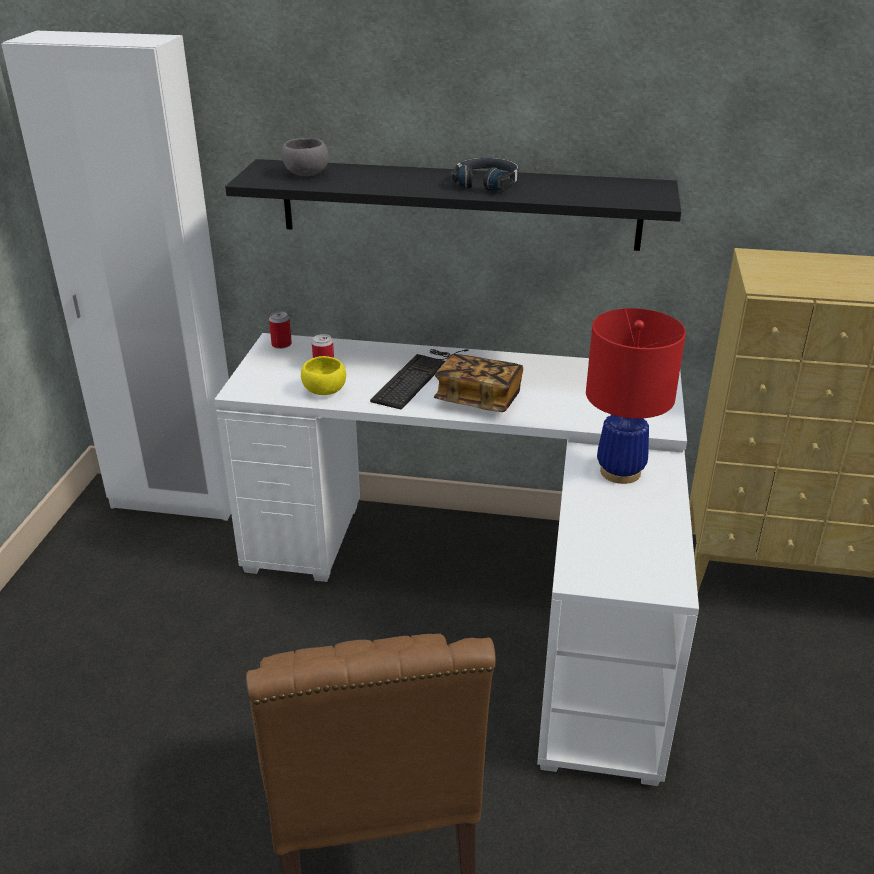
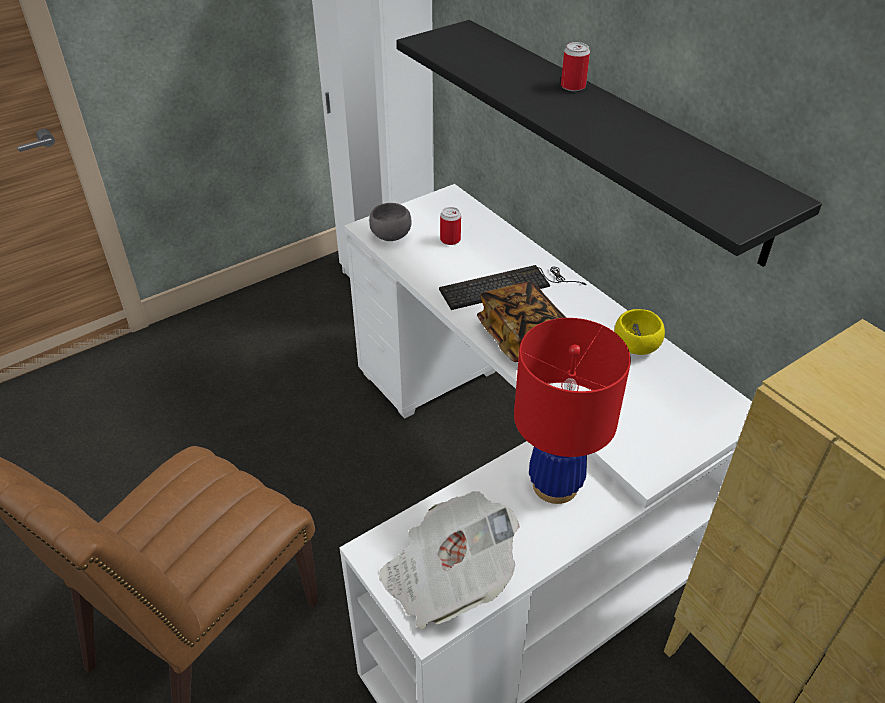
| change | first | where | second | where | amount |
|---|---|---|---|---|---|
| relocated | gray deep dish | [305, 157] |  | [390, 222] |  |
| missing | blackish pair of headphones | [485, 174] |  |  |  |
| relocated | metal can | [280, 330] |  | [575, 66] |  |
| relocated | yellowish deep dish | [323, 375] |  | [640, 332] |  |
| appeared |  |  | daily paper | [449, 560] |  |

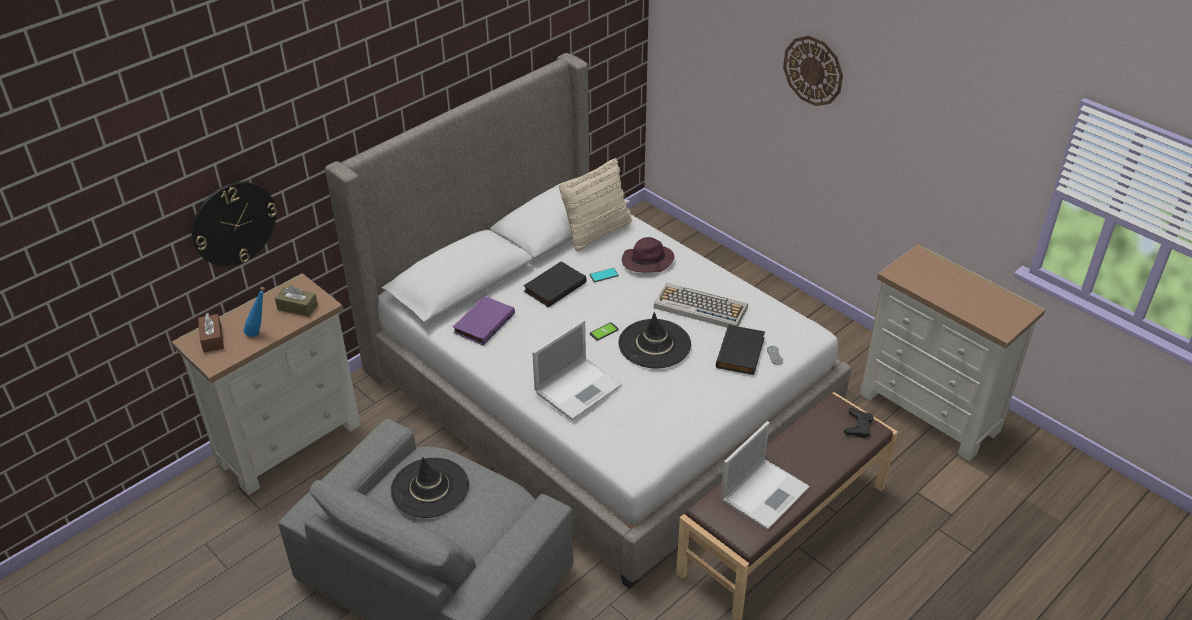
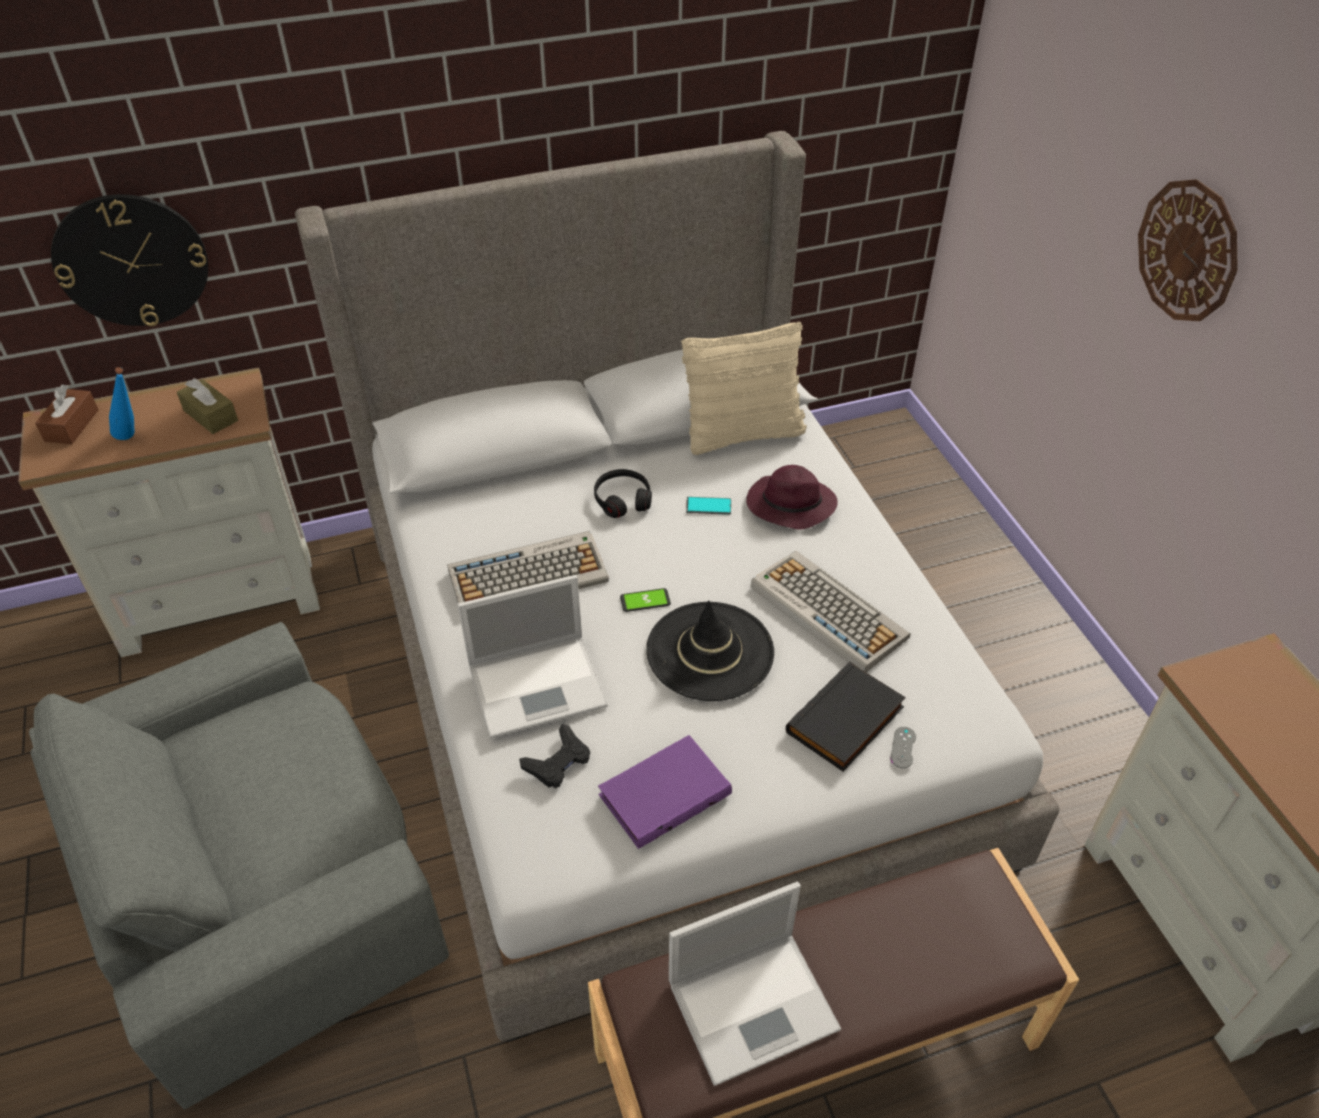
| change | first | where | second | where | amount |
|---|---|---|---|---|---|
| exchanged | blackish bound book | [555, 284] | blackish pair of headphones | [623, 493] |  |
| relocated | purple bound book | [484, 320] |  | [665, 792] |  |
| relocated | blackish game controller | [859, 423] |  | [554, 756] |  |
| missing | blackish clothing hat | [430, 487] |  |  |  |
| appeared |  |  | computer keyboard | [528, 567] |  |

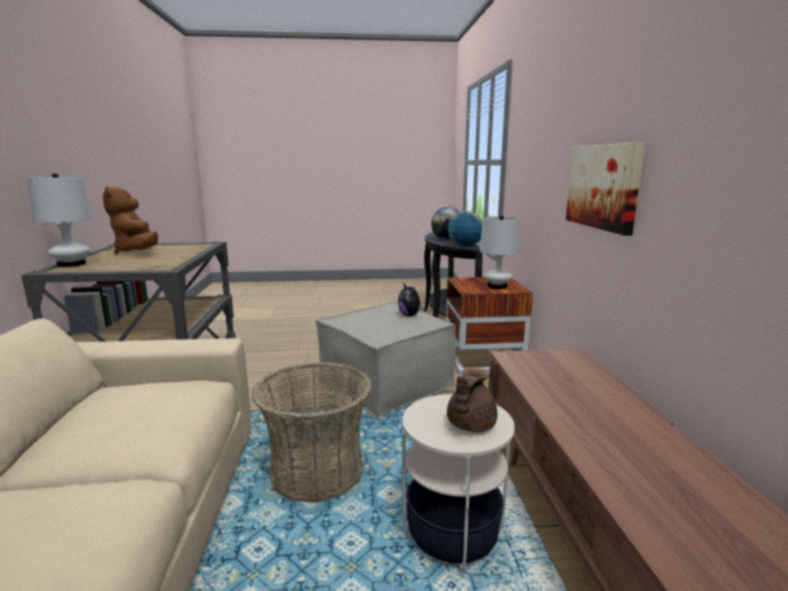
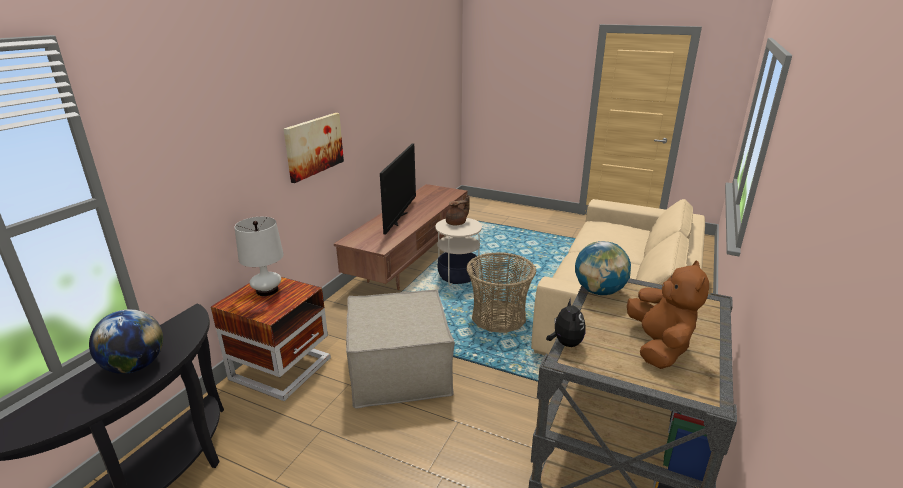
| change | first | where | second | where | amount |
|---|---|---|---|---|---|
| missing | white table lamp | [60, 220] |  |  |  |
| relocated | globe | [465, 229] |  | [603, 268] |  |
| relocated | plush toy | [411, 299] |  | [566, 322] |  |
| appeared |  |  | TV | [398, 189] |  |

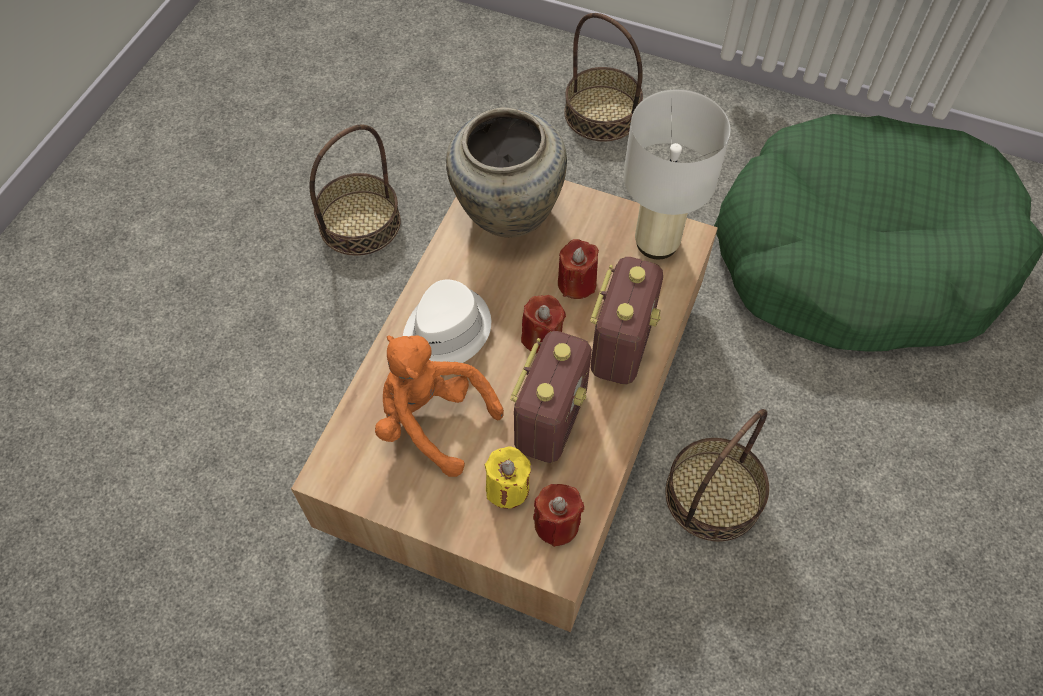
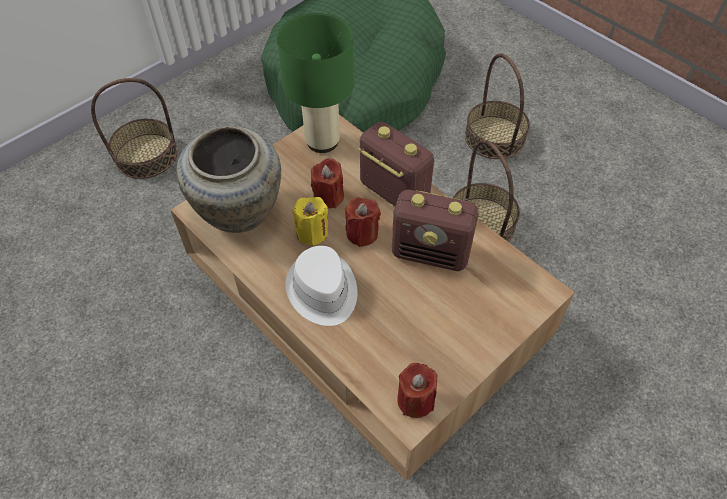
| change | first | where | second | where | amount |
|---|---|---|---|---|---|
| colour | white table lamp | [677, 174] | green-coloured table lamp | [315, 83] |  |
| relocated | basket | [355, 190] |  | [497, 106] |  |
| spun | radio set | [551, 397] |  | [435, 230] | 150 degrees clockwise |
| missing | orange-coloured plush toy | [439, 406] |  |  |  |
| relocated | yellowish wax light | [508, 477] |  | [310, 221] |  |
| relocated | reddish wax light | [558, 515] |  | [417, 390] |  |

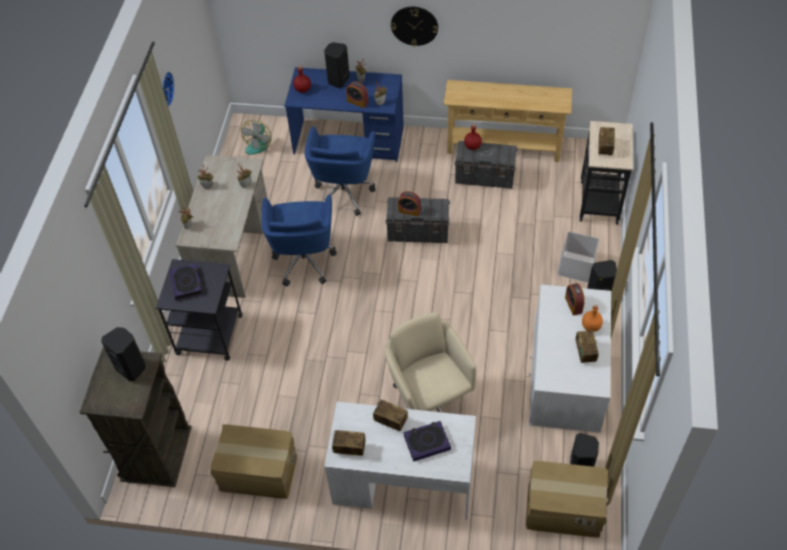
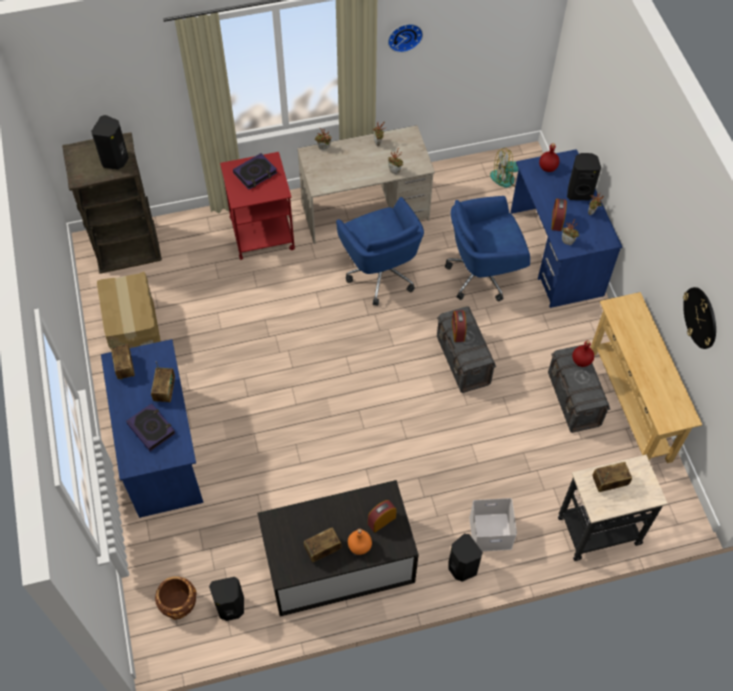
| change | first | where | second | where | amount |
|---|---|---|---|---|---|
| relocated | wall clock | [414, 26] |  | [699, 318] |  |
| spun | bluish office chair | [299, 240] |  | [380, 251] | 90 degrees counterclockwise |
| colour | blackish cart | [199, 310] | reddish cart | [257, 206] |  |
| colour | white cupboard | [570, 359] | blackish cupboard | [337, 548] |  |
| missing | beige office chair | [430, 362] |  |  |  |
| colour | white desk unit | [400, 461] | bluish desk unit | [152, 428] |  |
| exchanged | carton | [567, 499] | brown flower pot | [176, 598] |  |

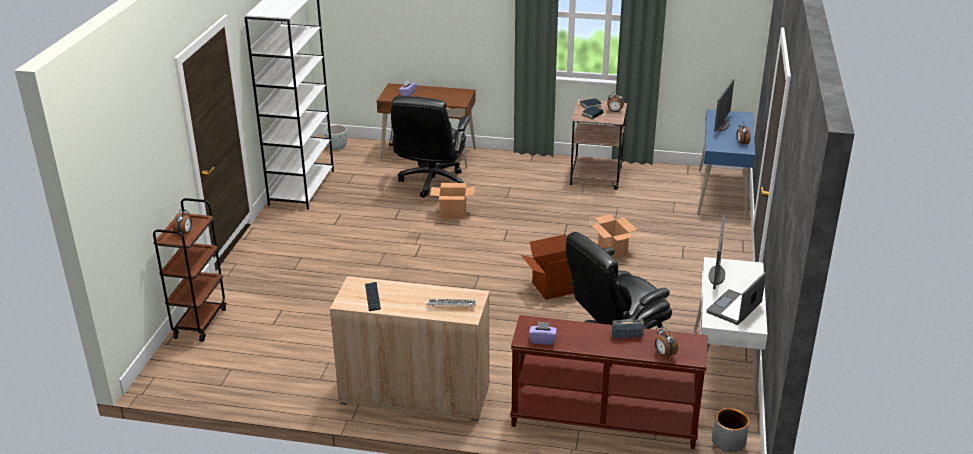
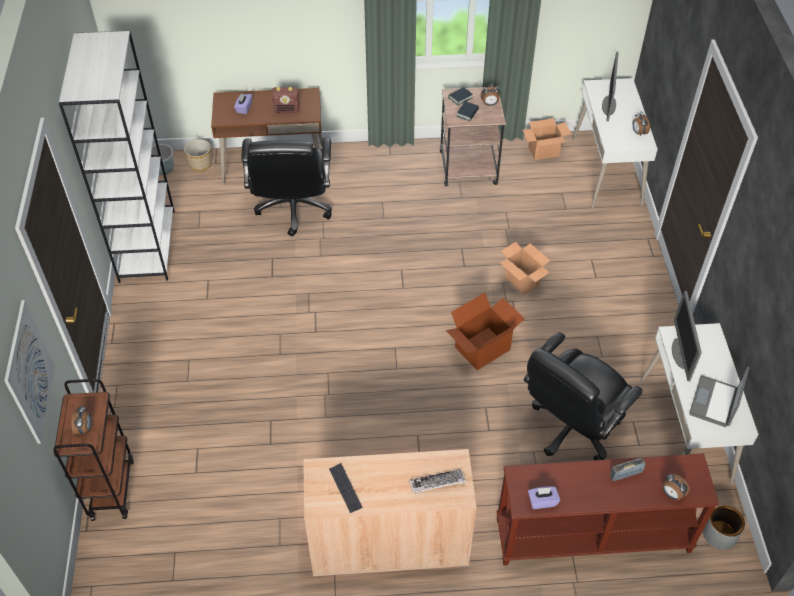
| change | first | where | second | where | amount |
|---|---|---|---|---|---|
| colour | bluish desk unit | [726, 164] | white desk unit | [615, 143] |  |
| relocated | carton | [452, 201] |  | [547, 139] |  |
| appeared |  |  | radio set | [285, 100] |  |
| appeared |  |  | flower pot | [198, 155] |  |
| appeared |  |  | wall art | [29, 372] |  |

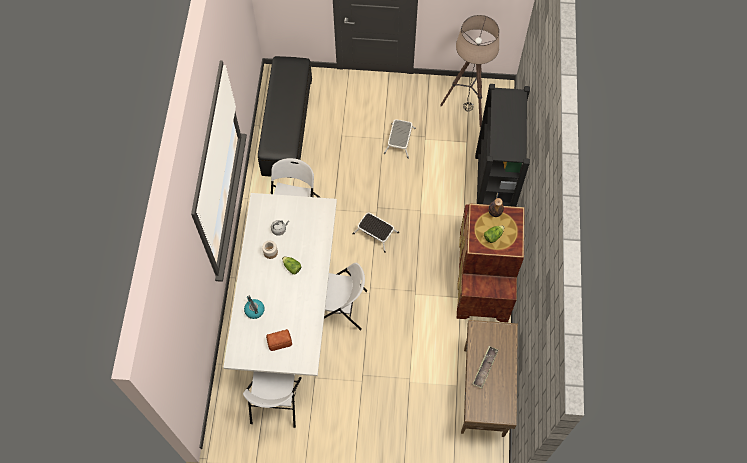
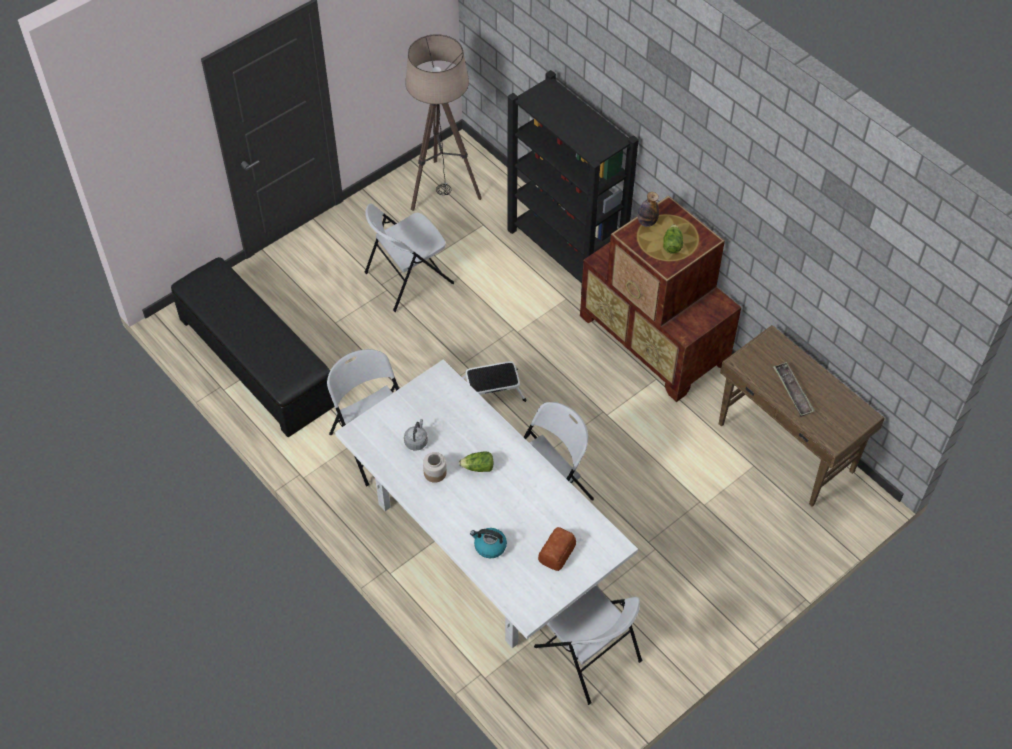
| change | first | where | second | where | amount |
|---|---|---|---|---|---|
| exchanged | gray stepladder | [399, 139] | white upright chair | [409, 257] |  |

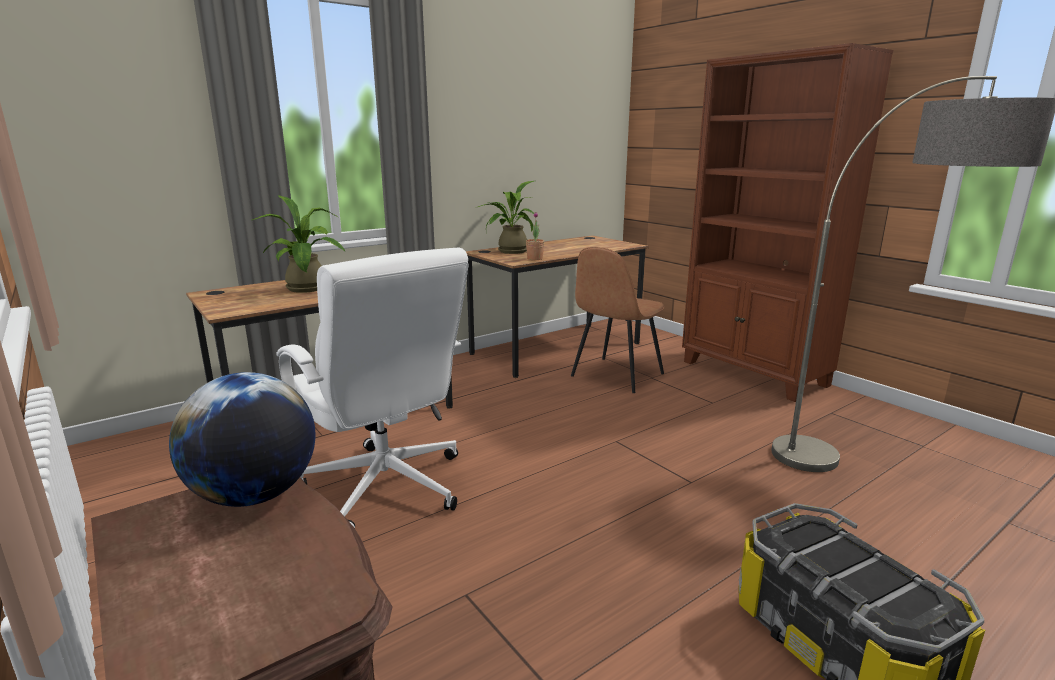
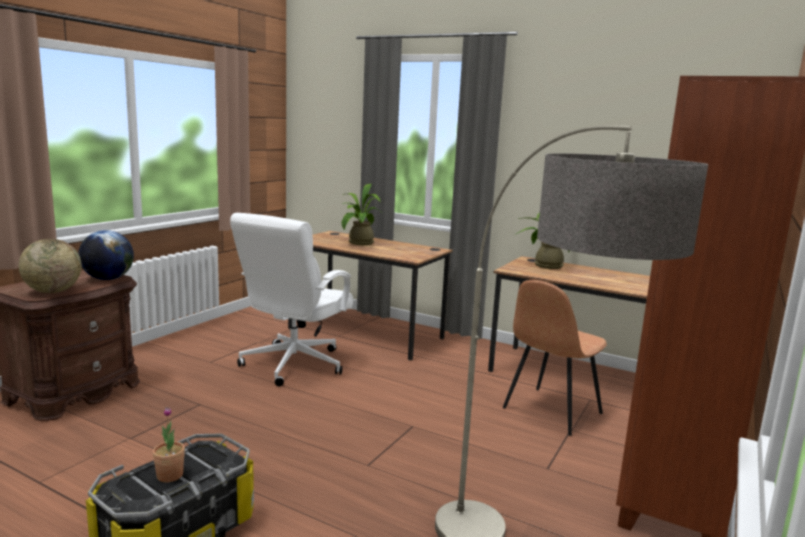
| change | first | where | second | where | amount |
|---|---|---|---|---|---|
| relocated | houseplant | [535, 236] |  | [169, 444] |  |
| spun | brown upright chair | [617, 320] |  | [555, 358] | 60 degrees counterclockwise |
| appeared |  |  | globe | [50, 266] |  |

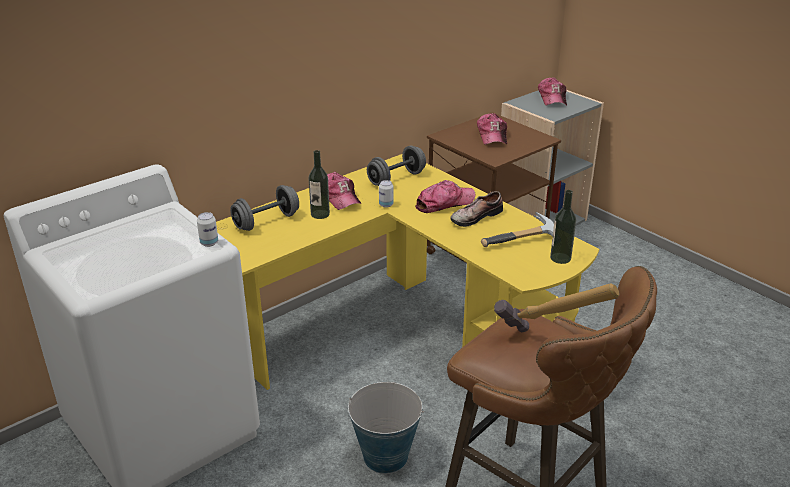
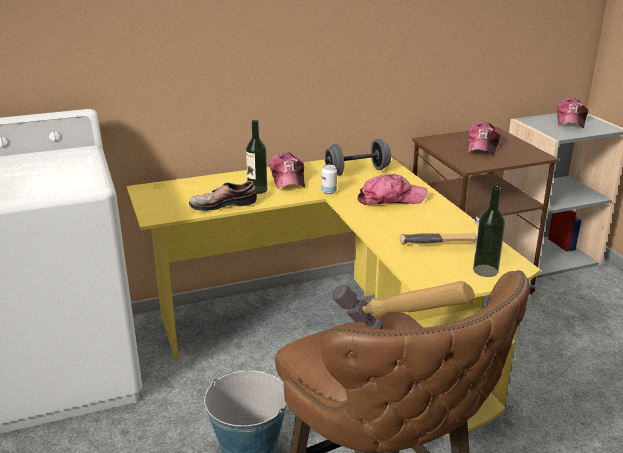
| change | first | where | second | where | amount |
|---|---|---|---|---|---|
| missing | gray hand weight | [264, 208] |  |  |  |
| relocated | low shoe | [476, 209] |  | [223, 196] |  |
| missing | metal can | [207, 229] |  |  |  |

